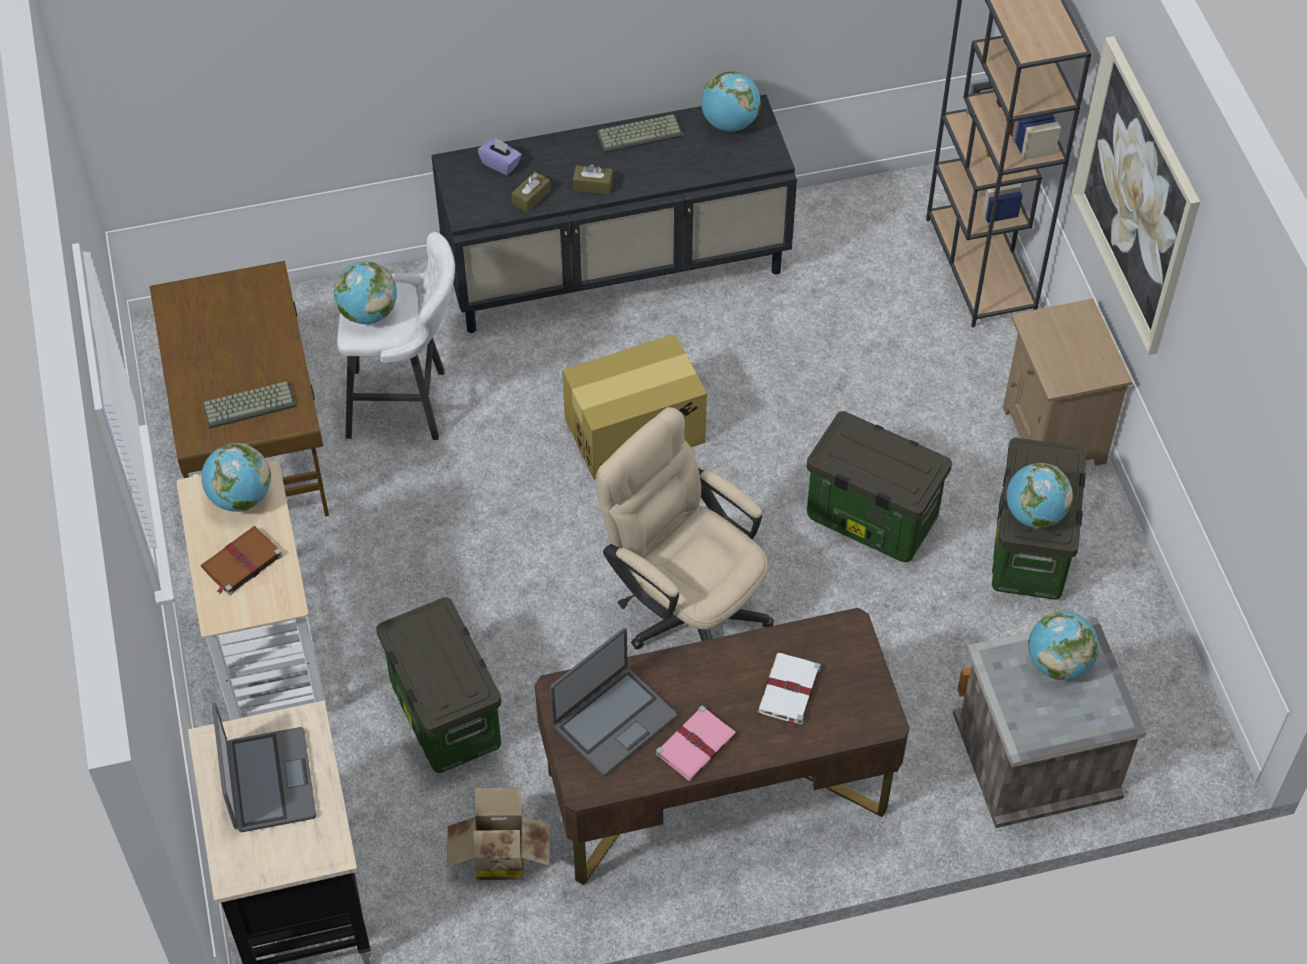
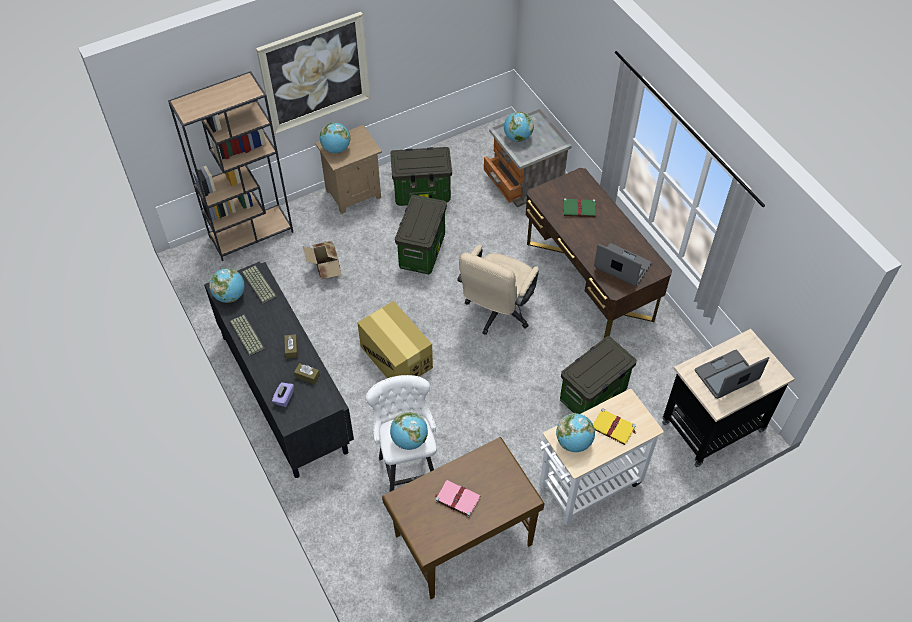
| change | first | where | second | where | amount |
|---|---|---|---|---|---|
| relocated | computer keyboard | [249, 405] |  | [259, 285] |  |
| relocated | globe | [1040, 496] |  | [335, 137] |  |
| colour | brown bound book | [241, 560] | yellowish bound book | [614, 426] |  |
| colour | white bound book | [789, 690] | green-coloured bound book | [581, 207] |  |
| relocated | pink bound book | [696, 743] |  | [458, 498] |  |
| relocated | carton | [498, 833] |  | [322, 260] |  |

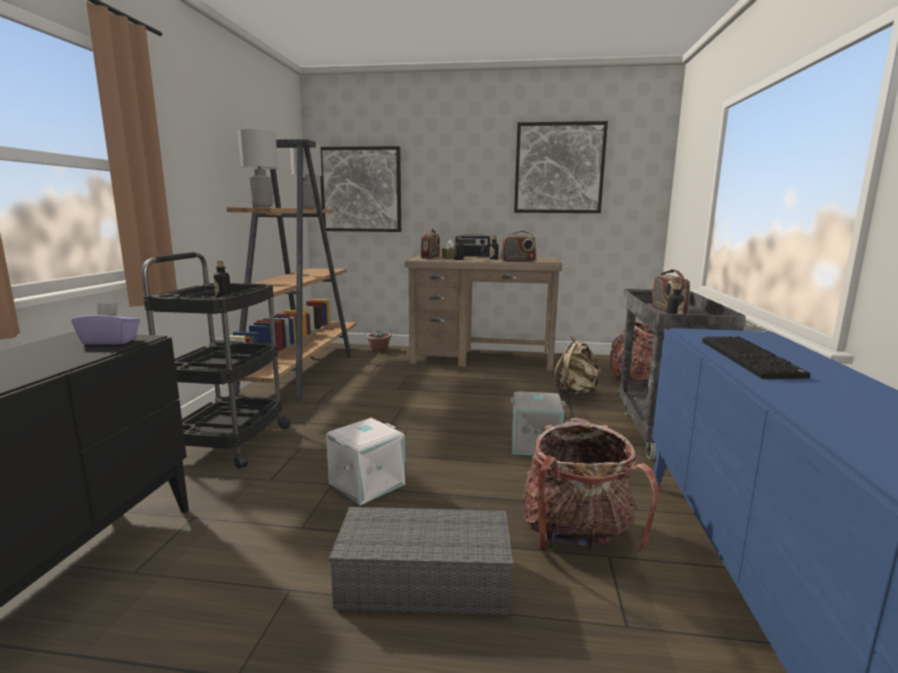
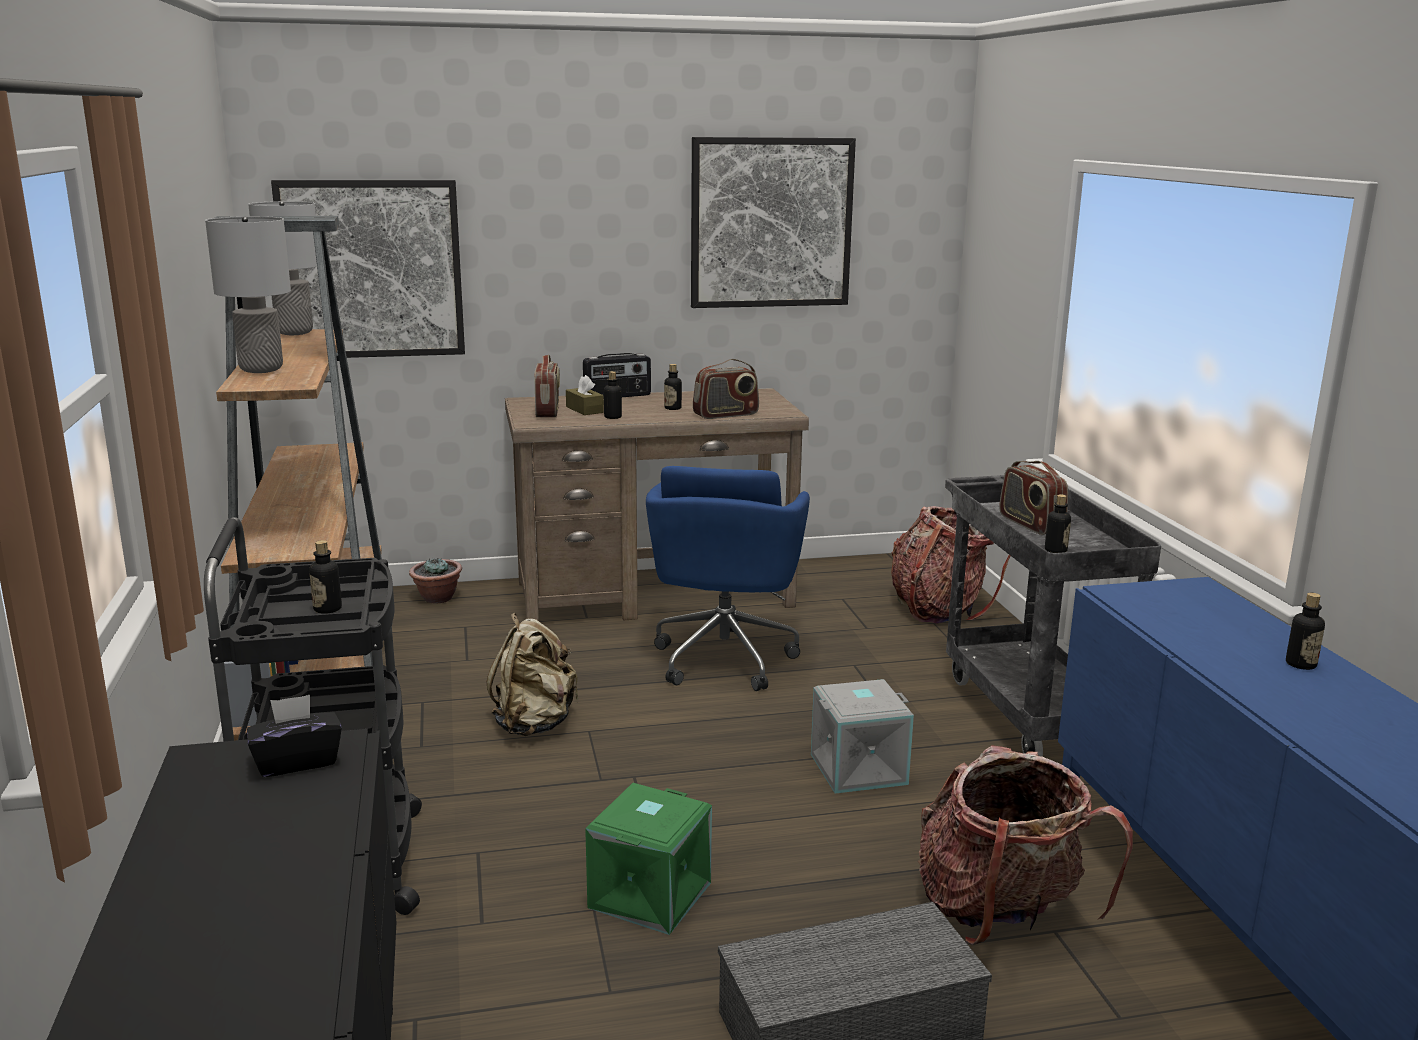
| change | first | where | second | where | amount |
|---|---|---|---|---|---|
| colour | purple tissue box | [106, 324] | blackish tissue box | [294, 736] |  |
| relocated | beige rucksack | [577, 366] |  | [533, 674] |  |
| missing | computer keyboard | [756, 357] |  |  |  |
| colour | white storage bin | [365, 461] | green-coloured storage bin | [648, 859] |  |
| appeared |  |  | bluish office chair | [728, 578] |  |
| appeared |  |  | beverage bottle | [1305, 631] |  |

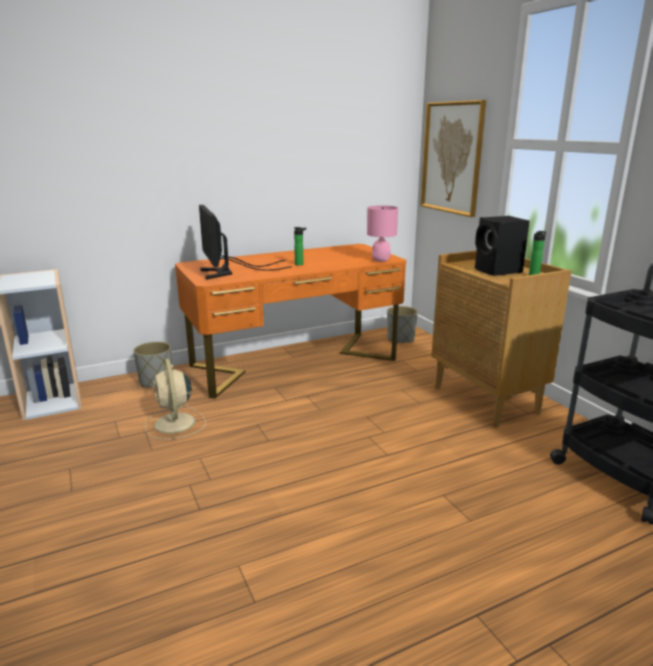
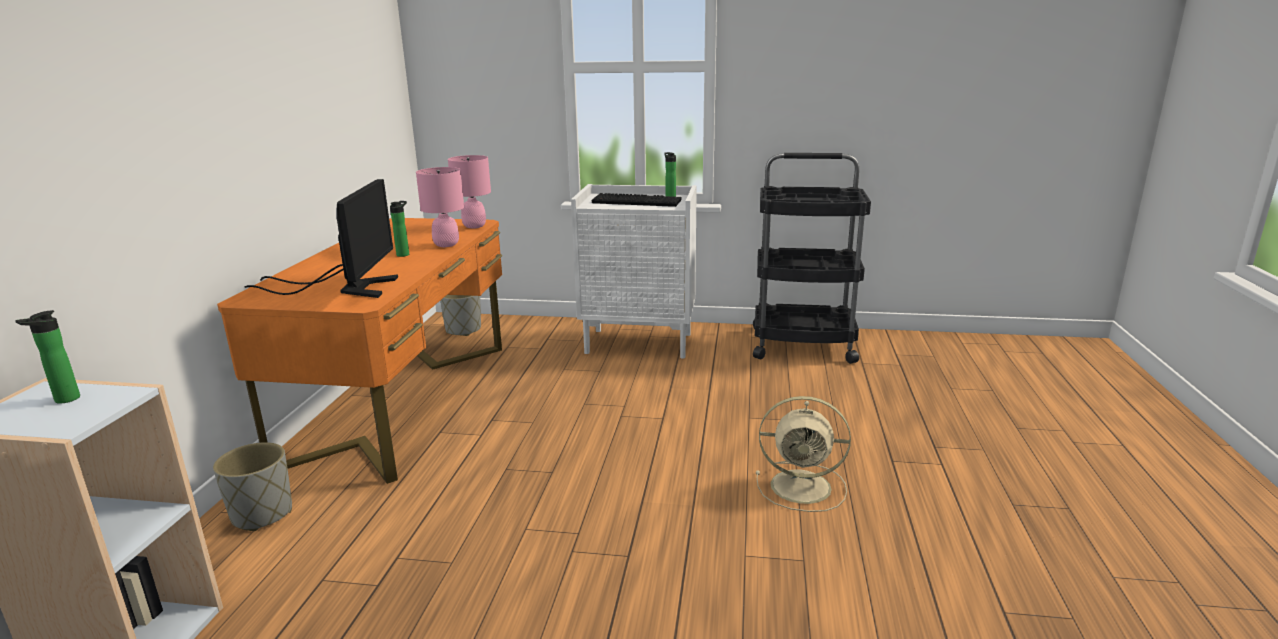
| change | first | where | second | where | amount |
|---|---|---|---|---|---|
| missing | wall art | [453, 158] |  |  |  |
| spun | monitor | [245, 242] |  | [321, 238] | 105 degrees counterclockwise |
| exchanged | blackish speaker | [502, 246] | computer keyboard | [636, 200] |  |
| colour | brown cupboard | [501, 339] | white cupboard | [634, 271] |  |
| relocated | beige electric fan | [175, 399] |  | [803, 454] |  |
| appeared |  |  | pink table lamp | [440, 207] |  |
| appeared |  |  | beverage bottle | [47, 357] |  |

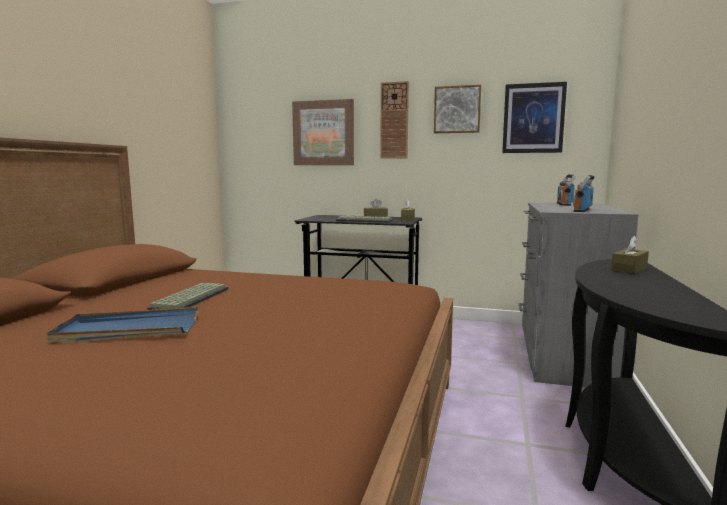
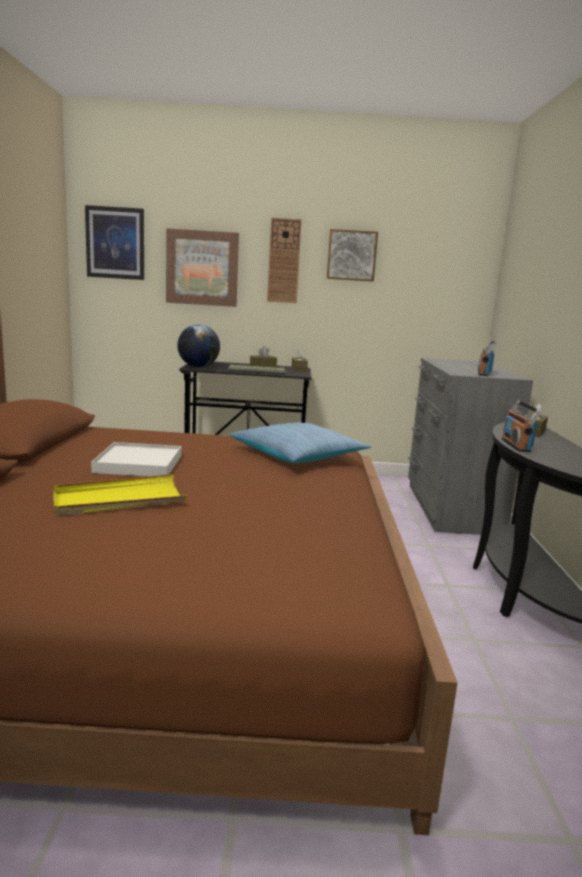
| change | first | where | second | where | amount |
|---|---|---|---|---|---|
| relocated | wall art | [534, 117] |  | [114, 242] |  |
| relocated | radio set | [566, 190] |  | [522, 426] |  |
| exchanged | computer keyboard | [188, 296] | white tray | [136, 459] |  |
| colour | bluish tray | [122, 325] | yellowish tray | [120, 495] |  |
| appeared |  |  | globe | [198, 346] |  |
| appeared |  |  | throw pillow | [301, 443] |  |

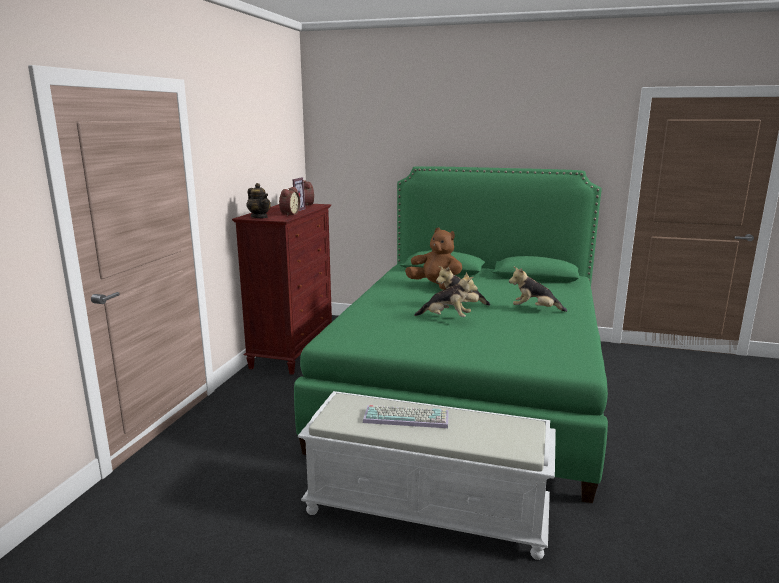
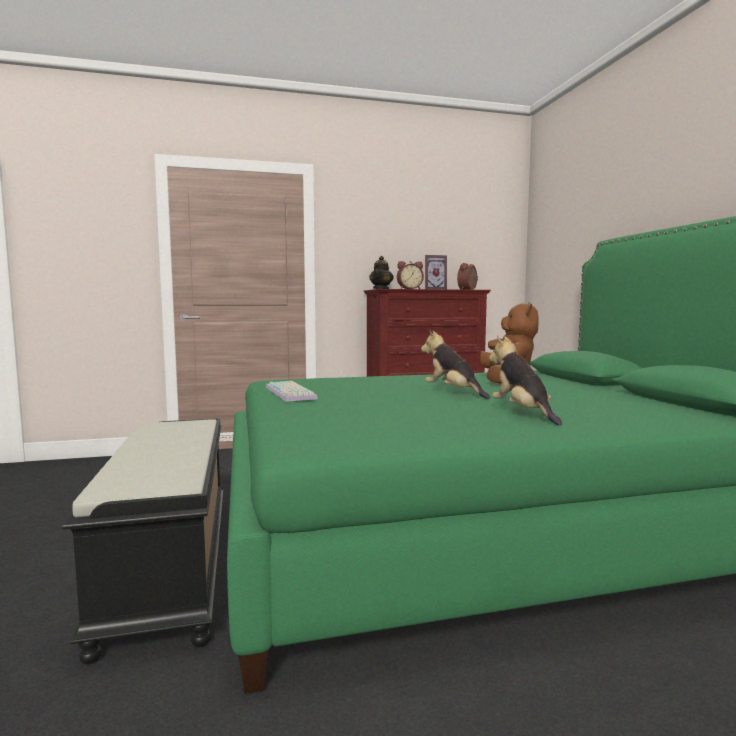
| change | first | where | second | where | amount |
|---|---|---|---|---|---|
| missing | plush toy | [446, 294] |  |  |  |
| colour | white long seat | [427, 475] | blackish long seat | [143, 541] |  |
| relocated | computer keyboard | [406, 416] |  | [292, 391] |  |

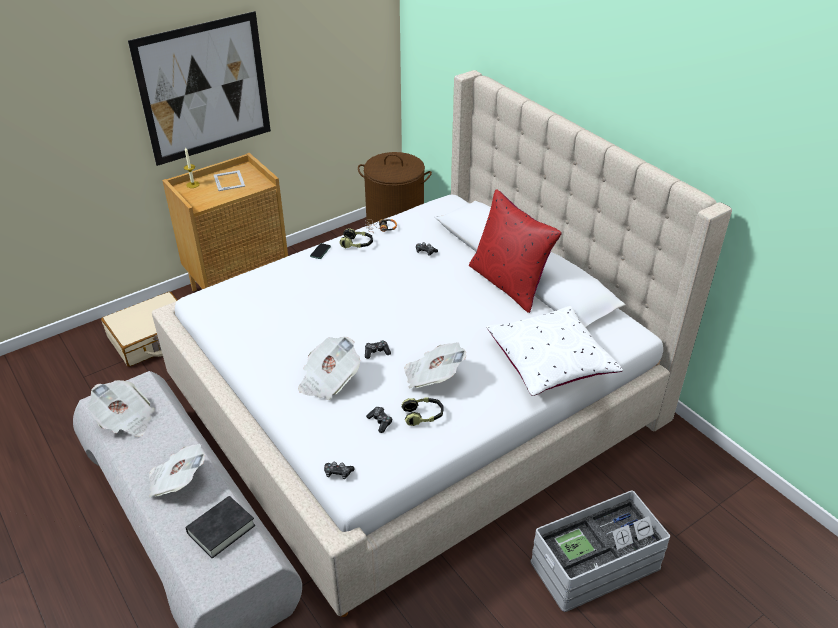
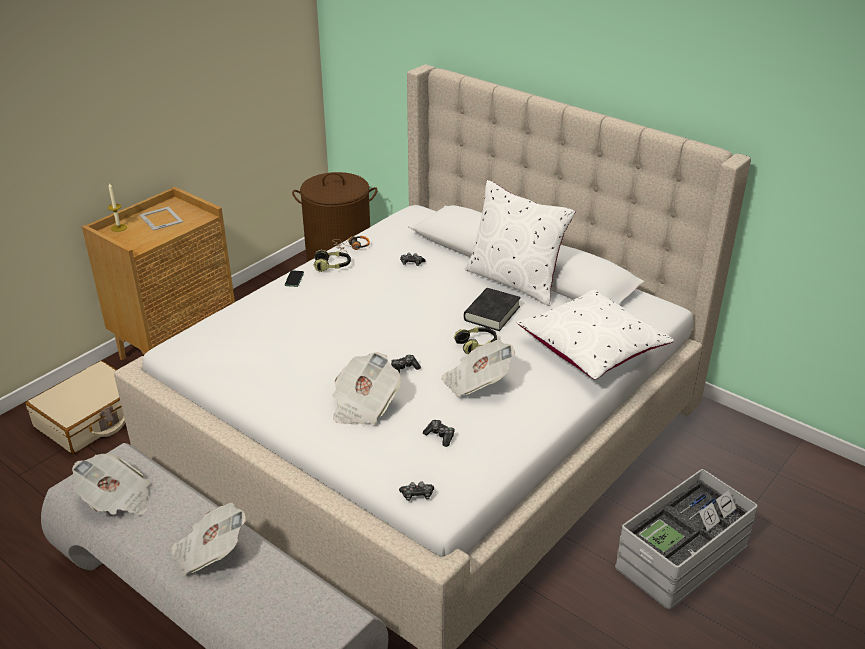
| change | first | where | second | where | amount |
|---|---|---|---|---|---|
| missing | wall art | [199, 88] |  |  |  |
| colour | reddish throw pillow | [515, 251] | white throw pillow | [520, 243] |  |
| relocated | pair of headphones | [423, 411] |  | [475, 340] |  |
| relocated | blackish bound book | [220, 527] |  | [492, 309] |  |

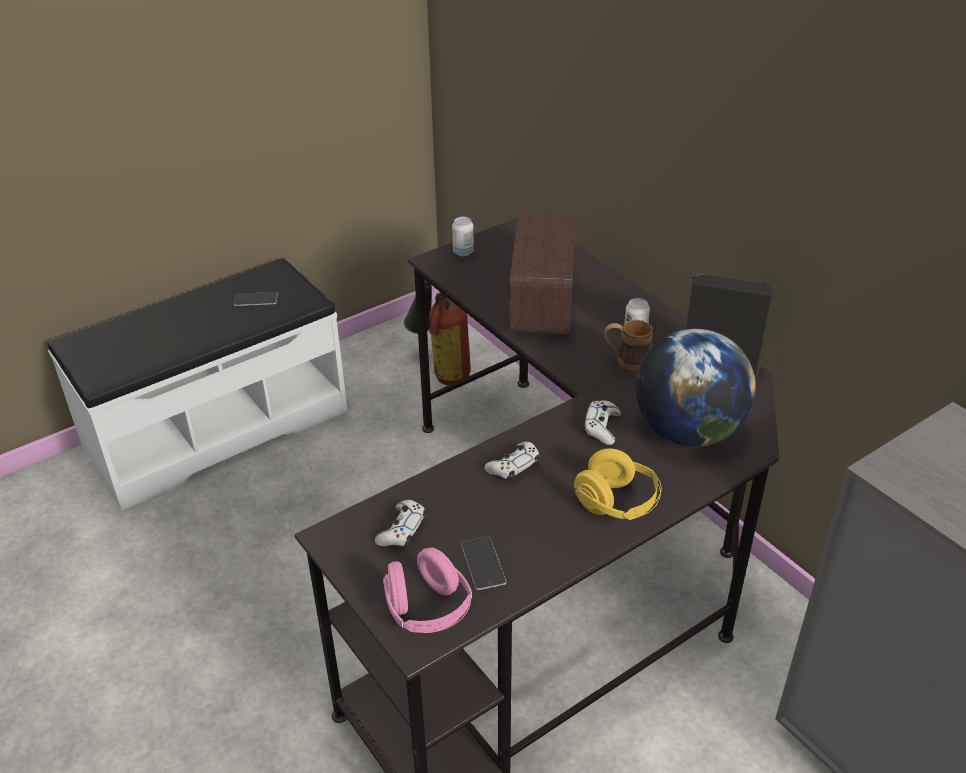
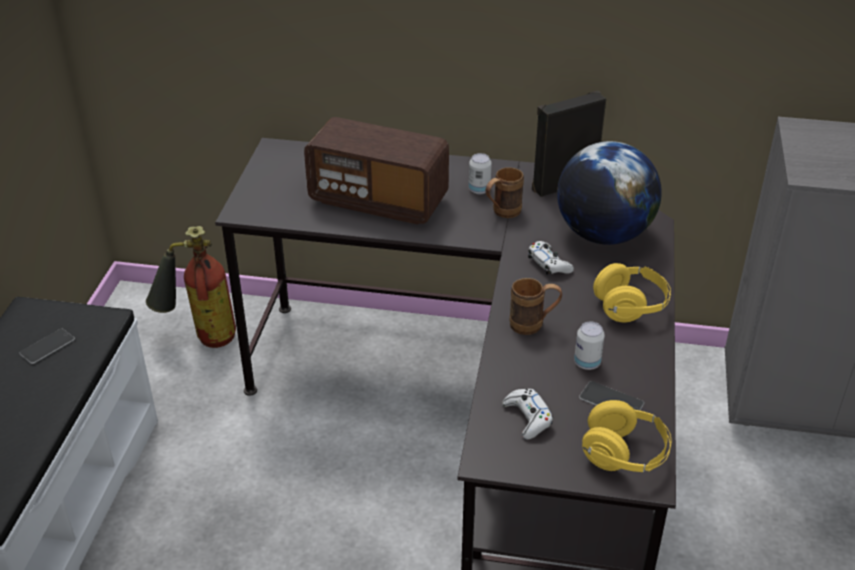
| change | first | where | second | where | amount |
|---|---|---|---|---|---|
| spun | radio set | [542, 273] |  | [376, 171] | 150 degrees clockwise |
| relocated | metal can | [463, 236] |  | [589, 345] |  |
| exchanged | white game controller | [512, 461] | brown tea mug | [535, 306] |  |
| colour | pink pair of headphones | [427, 590] | yellowish pair of headphones | [626, 436] |  |

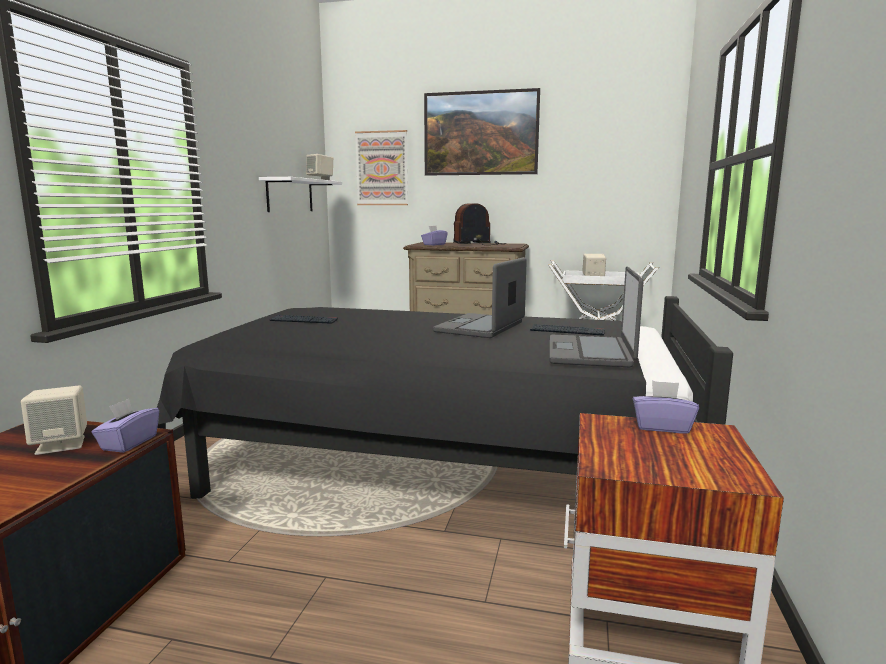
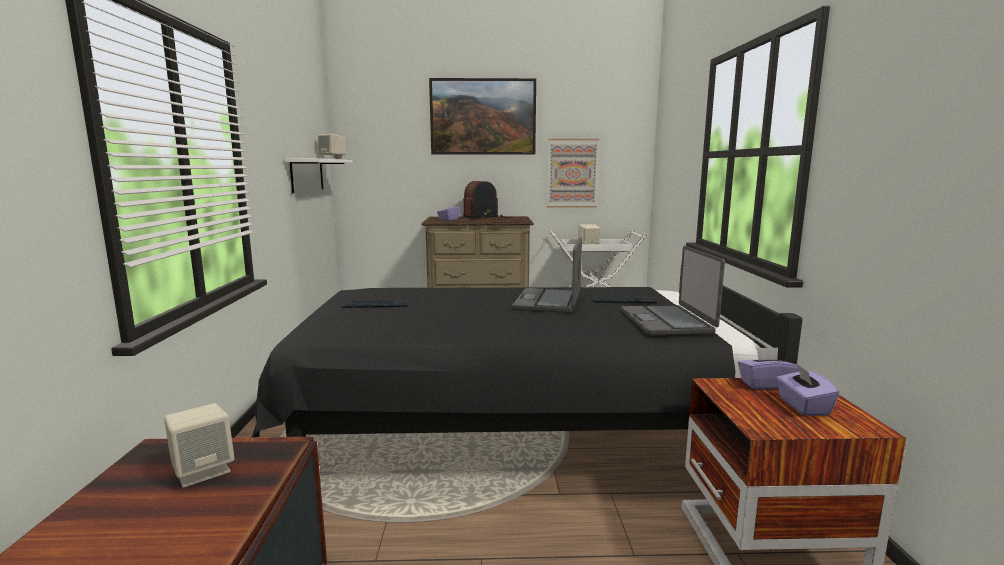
| change | first | where | second | where | amount |
|---|---|---|---|---|---|
| relocated | wall art | [381, 167] |  | [573, 173] |  |
| relocated | purple tissue box | [125, 425] |  | [808, 390] |  |

